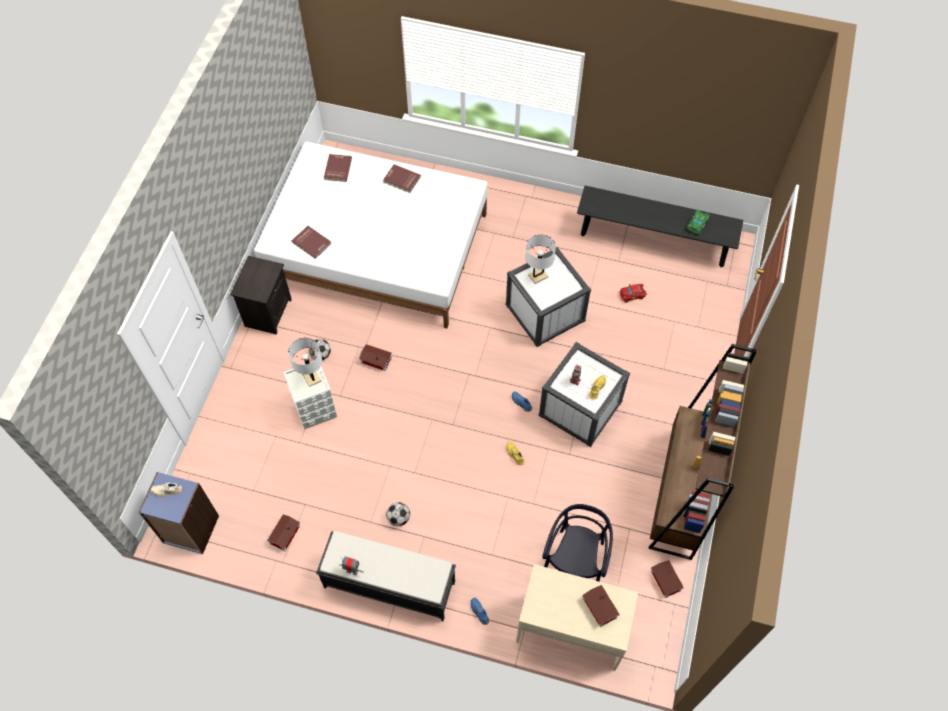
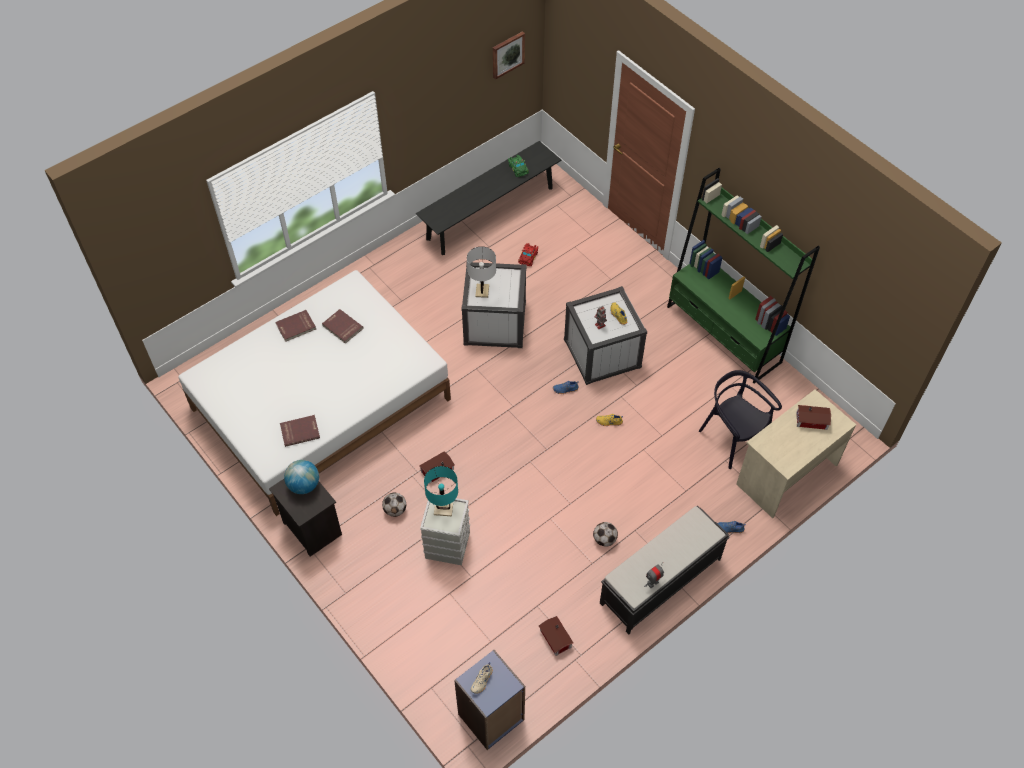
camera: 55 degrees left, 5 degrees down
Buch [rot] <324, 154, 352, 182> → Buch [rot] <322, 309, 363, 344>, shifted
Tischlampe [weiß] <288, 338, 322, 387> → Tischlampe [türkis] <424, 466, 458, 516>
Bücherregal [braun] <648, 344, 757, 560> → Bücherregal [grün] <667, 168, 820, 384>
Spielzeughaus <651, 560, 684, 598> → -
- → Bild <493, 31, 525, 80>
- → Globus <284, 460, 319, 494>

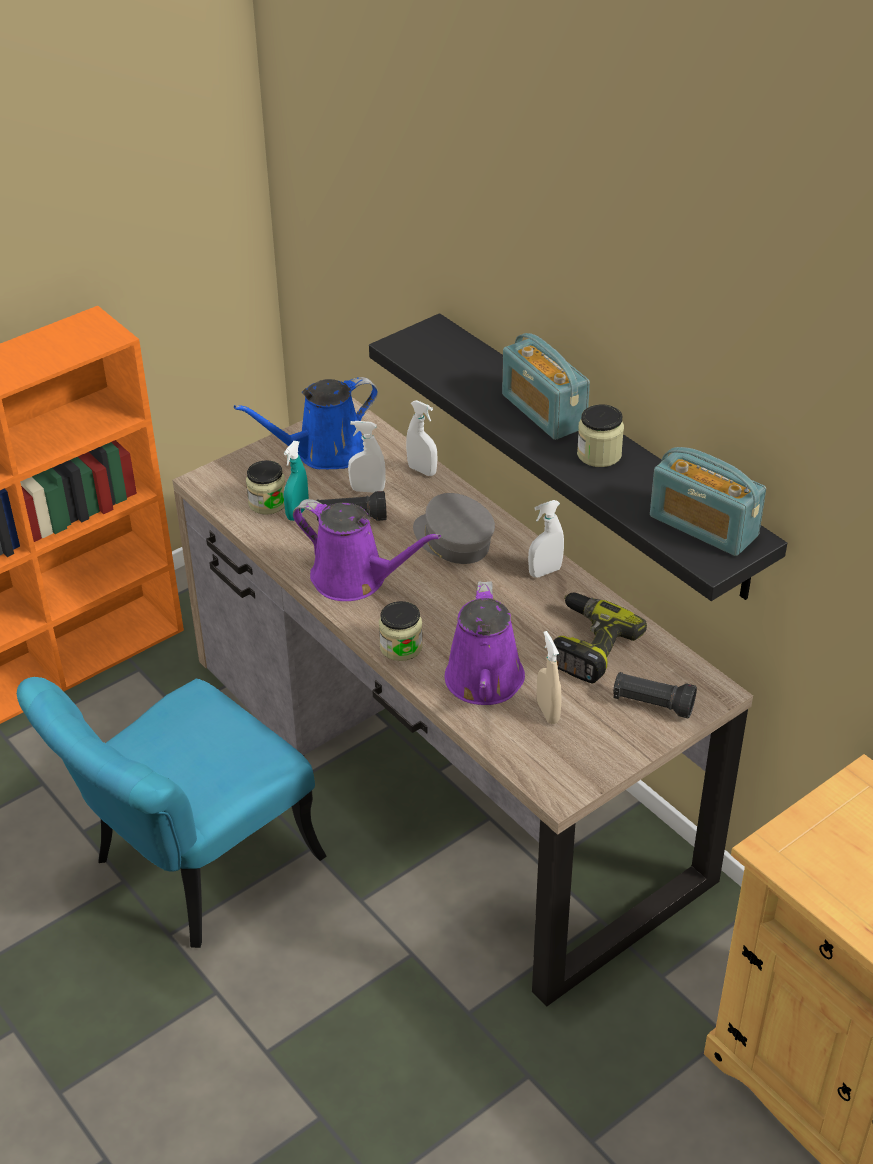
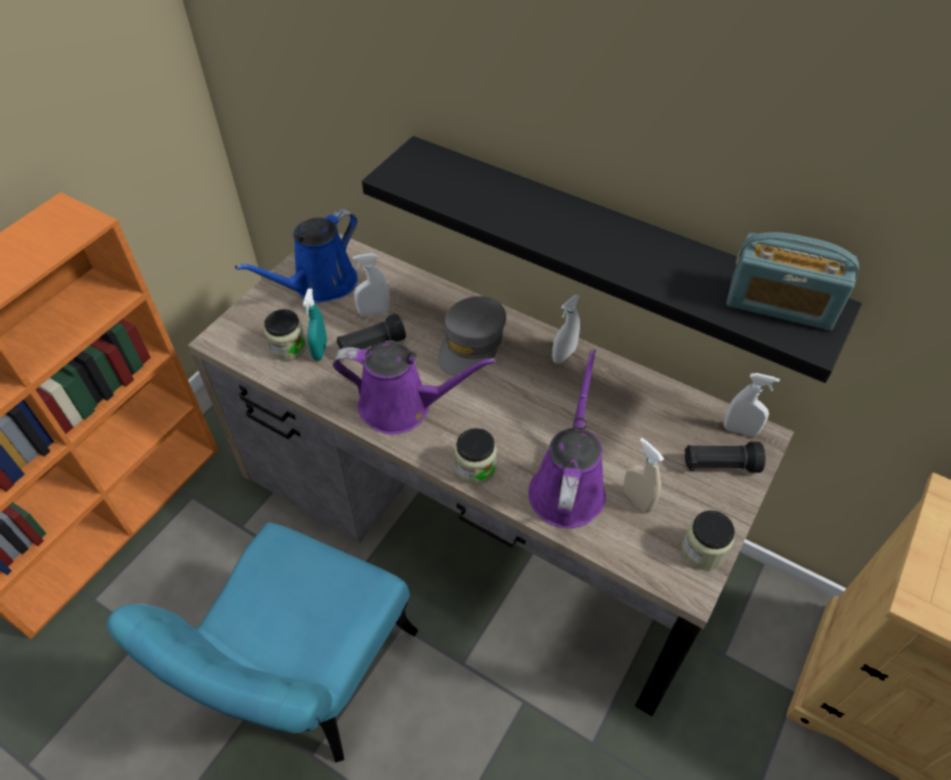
camera: 20 degrees left, 10 degrees up
Radio <502, 333, 590, 440> → -
Sprühflasche [weiß] <406, 400, 437, 476> → Sprühflasche [weiß] <724, 373, 780, 437>, shifted
Vorratsglas <577, 404, 624, 467> → Vorratsglas <681, 510, 735, 570>, shifted
Kappe [grau] <413, 493, 495, 564> → Kappe [grau] <438, 296, 506, 377>, 90 degrees counterclockwise
Gießkanne [lila] <445, 581, 525, 705> → Gießkanne [lila] <528, 349, 606, 528>, 150 degrees counterclockwise
Bohrmaschine <553, 592, 647, 683> → -

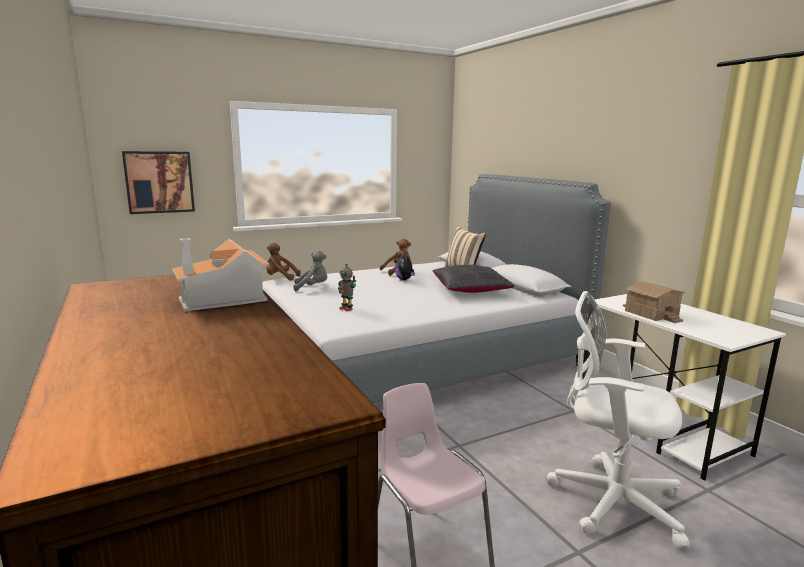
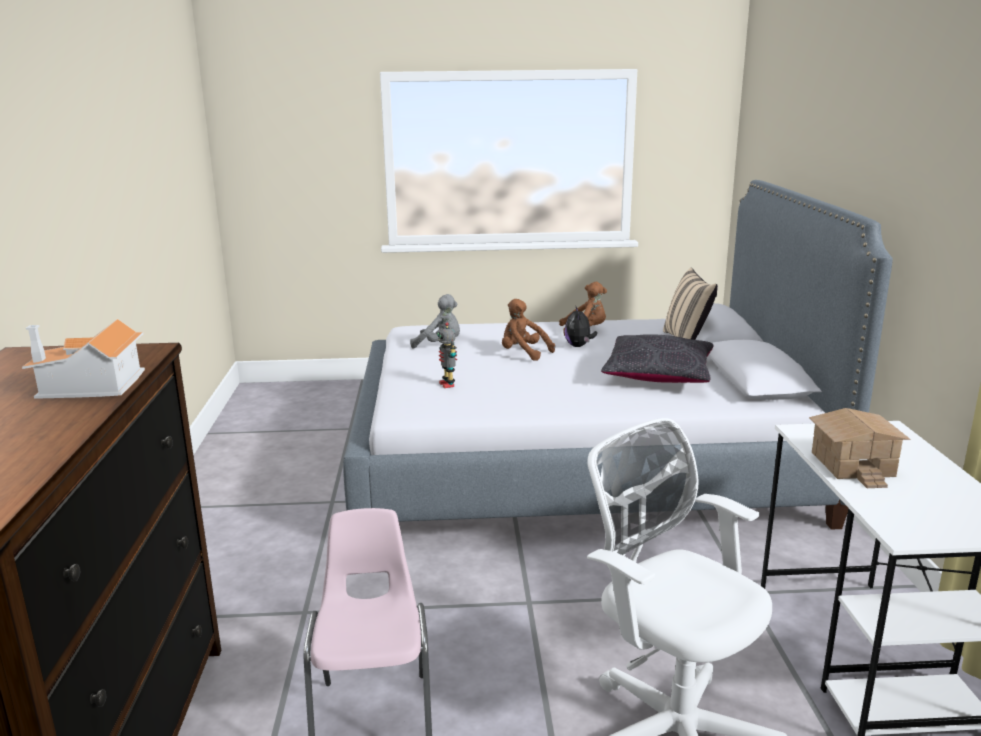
camera: 25 degrees right, 5 degrees up
Bild <122, 151, 195, 214> → -
Plüschtier [braun] <266, 243, 301, 281> → Plüschtier [braun] <502, 299, 555, 361>, shifted

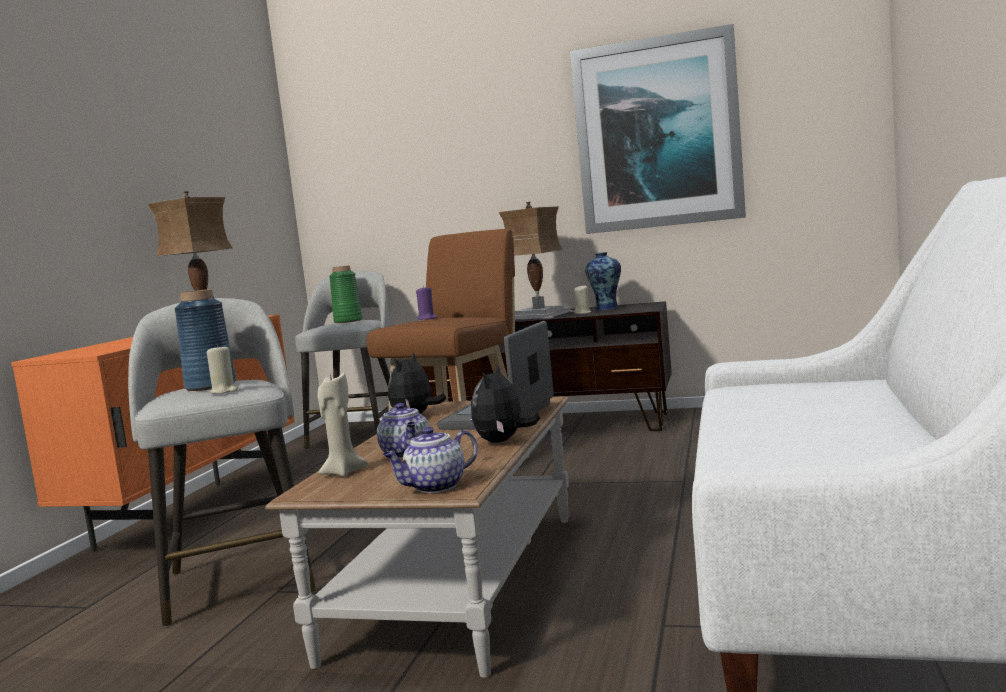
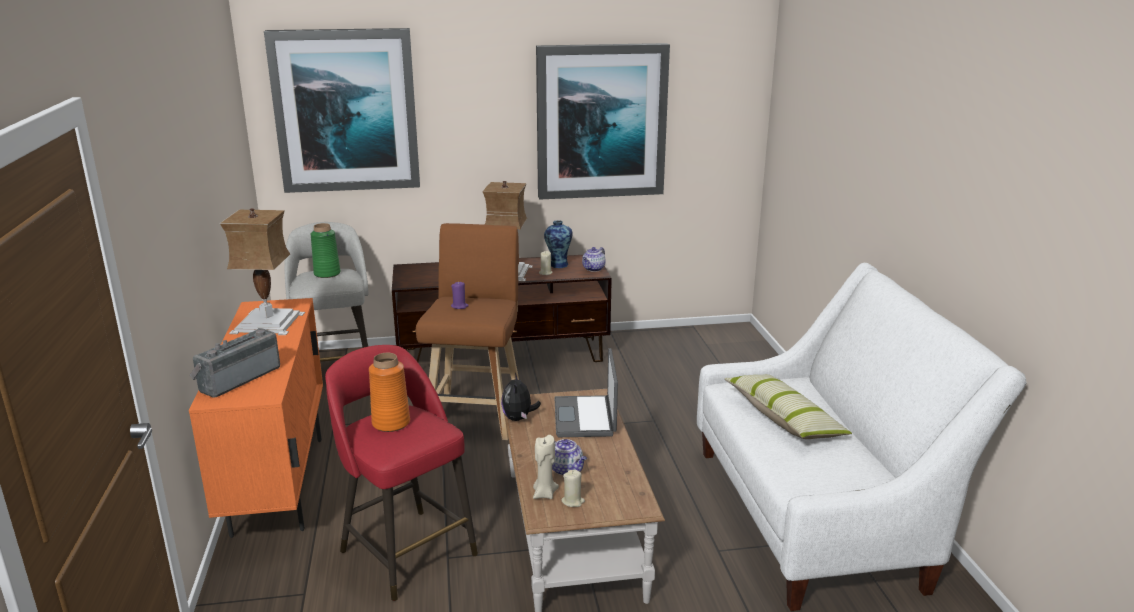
camera: 25 degrees left, 15 degrees up
Vase [blau] <175, 289, 236, 391> → Vase [orange] <369, 353, 410, 432>
Hocker [grau] <128, 298, 316, 627> → Hocker [rot] <325, 345, 478, 601>
Kerze [beige] <207, 344, 238, 394> → Kerze [beige] <561, 470, 585, 507>, shifted
Plüschtier <471, 364, 540, 443> → -
Teekanne <383, 427, 478, 493> → Teekanne <582, 247, 606, 272>, shifted
- → Bild <264, 28, 420, 193>
- → Radio <190, 328, 280, 397>
- → Kissen <724, 374, 852, 439>

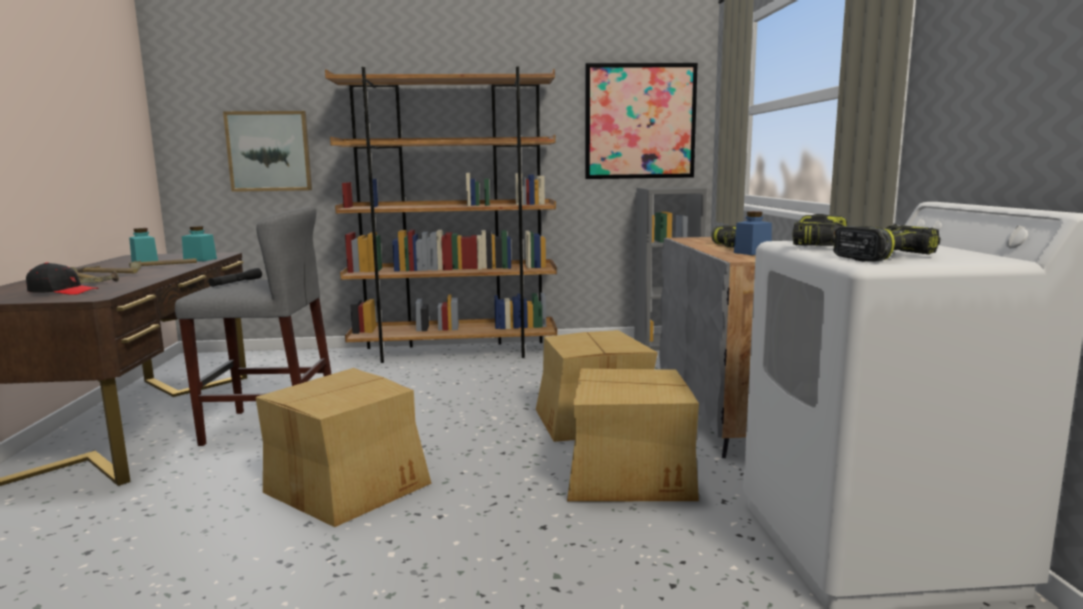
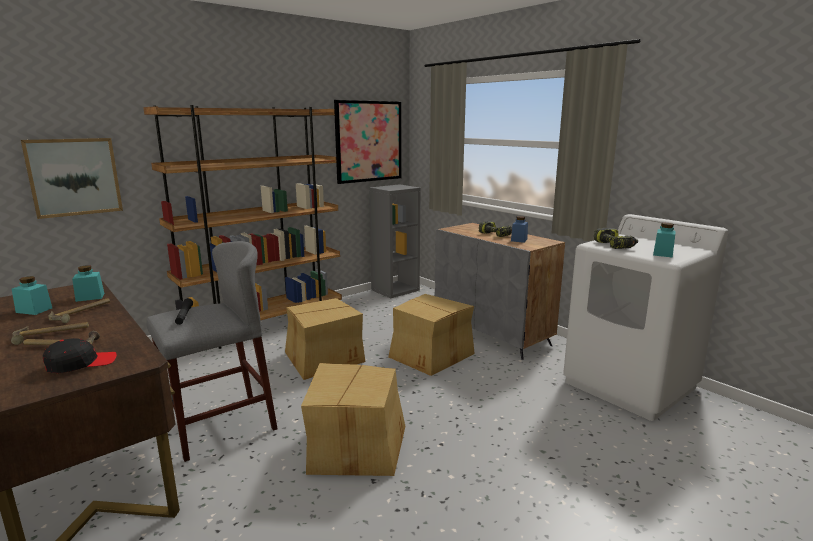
camera: 35 degrees left, 5 degrees up
Bohrmaschine <833, 224, 940, 262> → Vorratsglas [türkis] <653, 223, 676, 258>
Karton <567, 368, 699, 502> → Karton <285, 298, 365, 380>, shifted

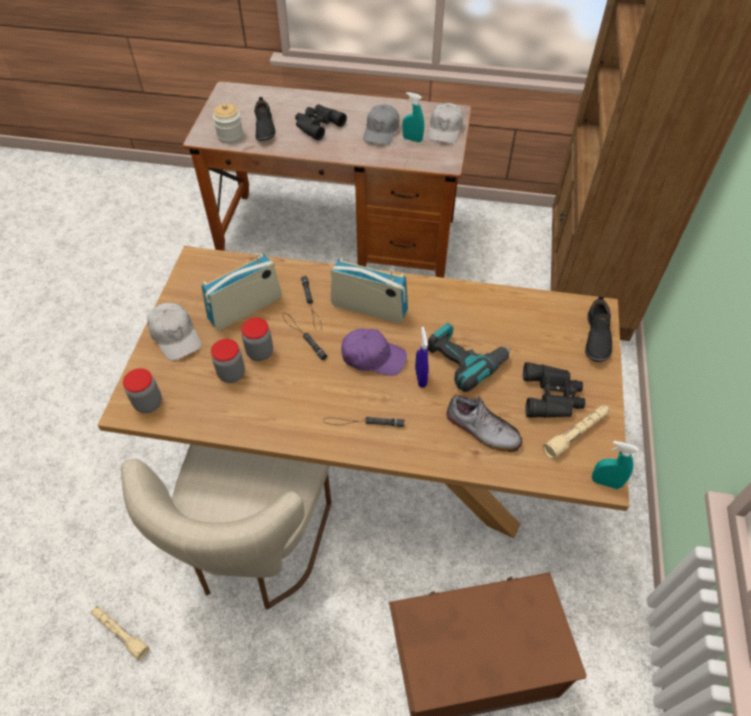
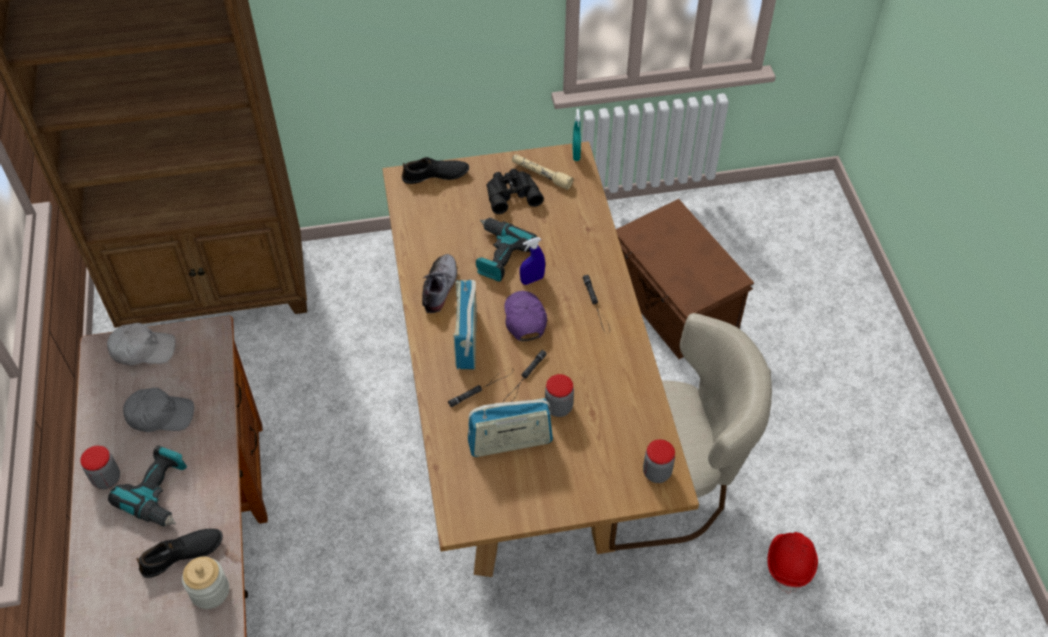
camera: 110 degrees left, 0 degrees up
Sprühflasche [türkis] <402, 92, 424, 142> → -
Fernglas [schwarz] <295, 104, 347, 141> → Bohrmaschine <108, 445, 187, 526>
Radio <201, 253, 282, 330> → Radio <468, 398, 553, 457>, 45 degrees counterclockwise
Kappe [weiß] <147, 303, 201, 361> → -
Vorratsglas <211, 339, 245, 383> → Vorratsglas <80, 446, 120, 489>, shifted
Schuh <446, 395, 522, 452> → Schuh <422, 254, 458, 313>, shifted
Taschenlampe [beige] <91, 606, 149, 660> → Schutzhelm [rot] <767, 532, 818, 594>

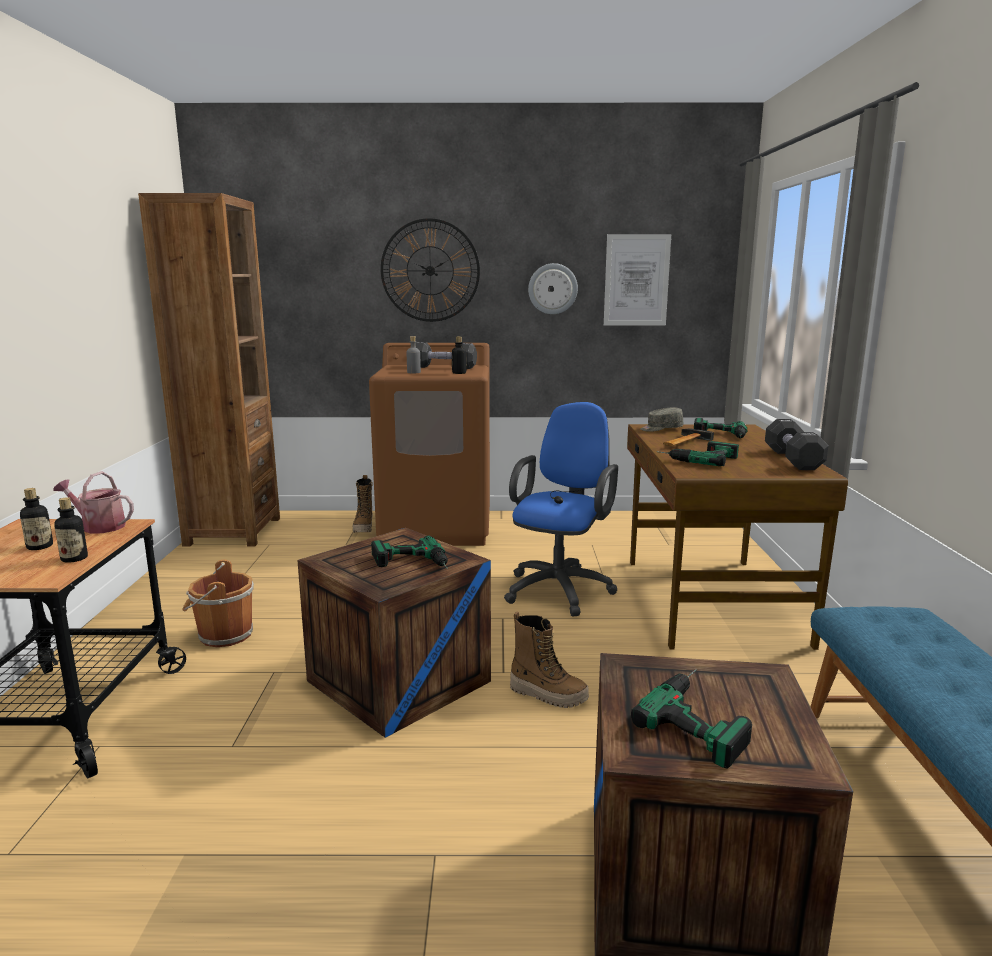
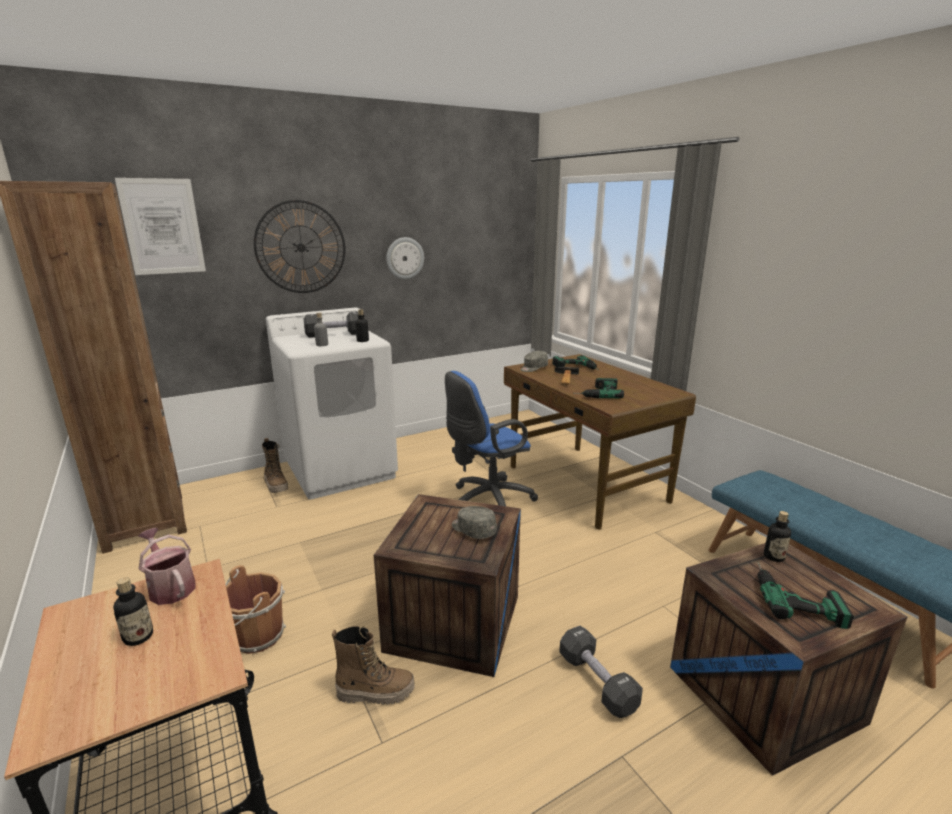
camera: 30 degrees left, 5 degrees up
Bild <604, 234, 671, 326> → Bild <115, 178, 206, 275>, shifted
Waschmaschine [braun] <369, 343, 490, 546> → Waschmaschine [weiß] <266, 307, 398, 500>
Bürostuhl [blau] <504, 402, 618, 616> → Bürostuhl [blau] <445, 371, 538, 506>, 120 degrees counterclockwise
Hantel [schwarz] <765, 419, 828, 470> → Hantel [schwarz] <559, 626, 643, 718>, shifted
Gießkanne <53, 471, 134, 534> → Gießkanne <138, 528, 196, 605>, 60 degrees clockwise
Flasche <54, 497, 88, 563> → Flasche <764, 511, 791, 562>, shifted
Bohrmaschine <371, 536, 448, 569> → Kappe [grau] <452, 506, 497, 539>
Stiefel <510, 611, 589, 708> → Stiefel <332, 626, 415, 704>, shifted

